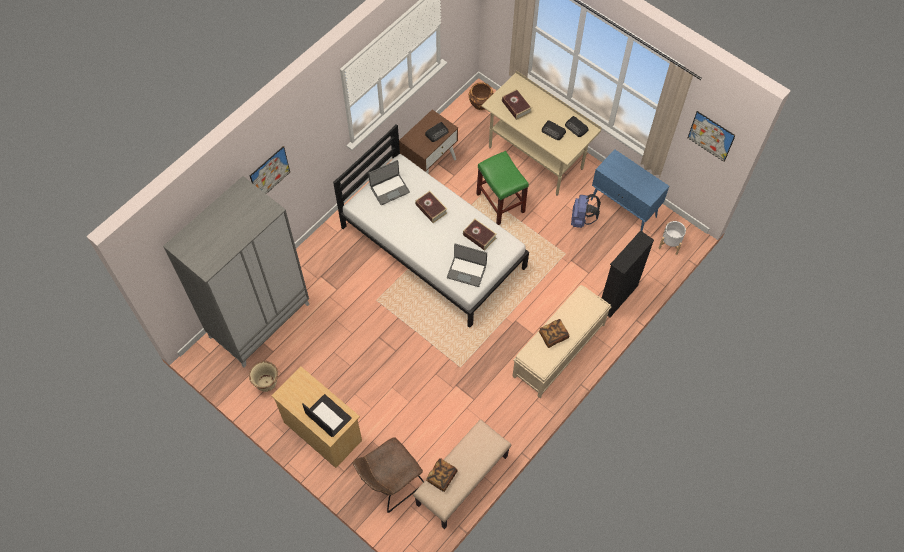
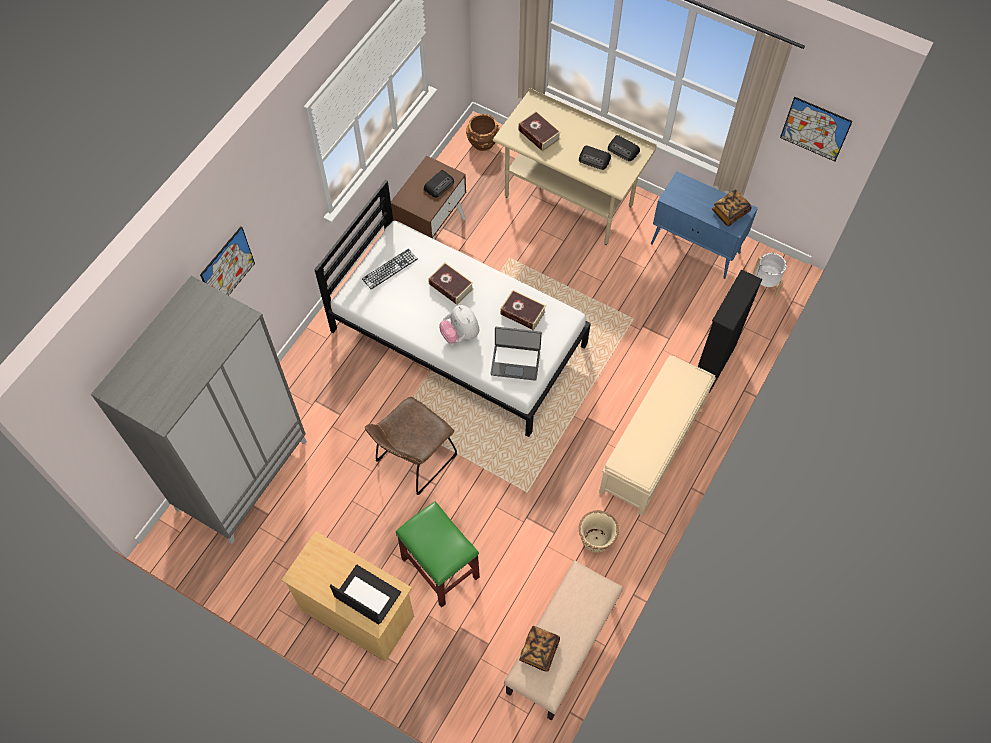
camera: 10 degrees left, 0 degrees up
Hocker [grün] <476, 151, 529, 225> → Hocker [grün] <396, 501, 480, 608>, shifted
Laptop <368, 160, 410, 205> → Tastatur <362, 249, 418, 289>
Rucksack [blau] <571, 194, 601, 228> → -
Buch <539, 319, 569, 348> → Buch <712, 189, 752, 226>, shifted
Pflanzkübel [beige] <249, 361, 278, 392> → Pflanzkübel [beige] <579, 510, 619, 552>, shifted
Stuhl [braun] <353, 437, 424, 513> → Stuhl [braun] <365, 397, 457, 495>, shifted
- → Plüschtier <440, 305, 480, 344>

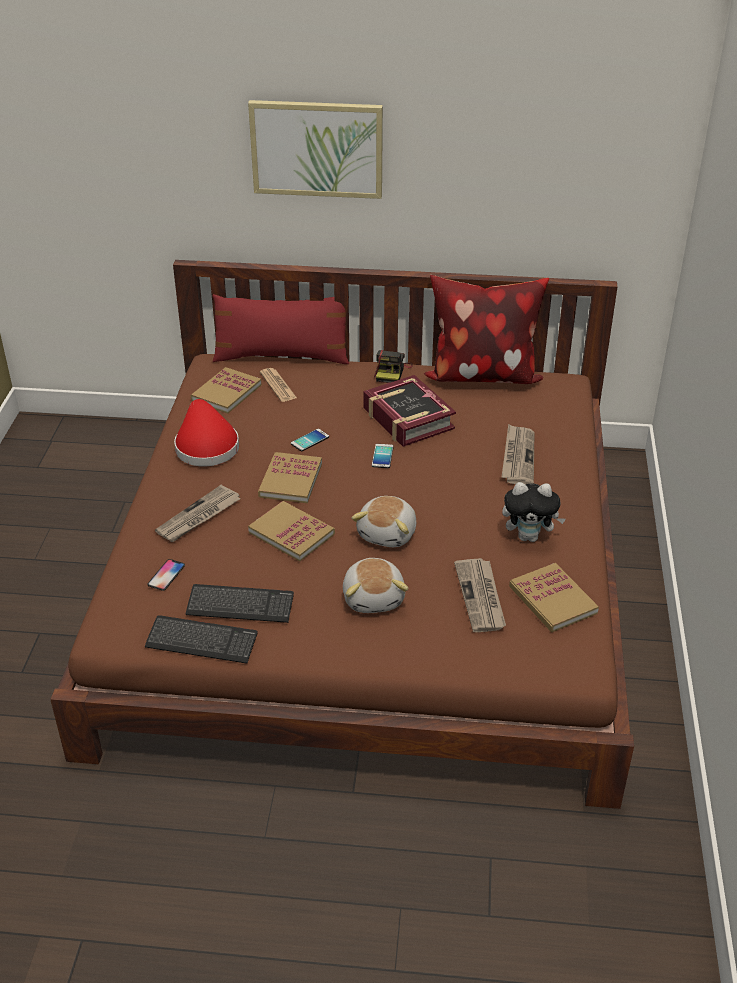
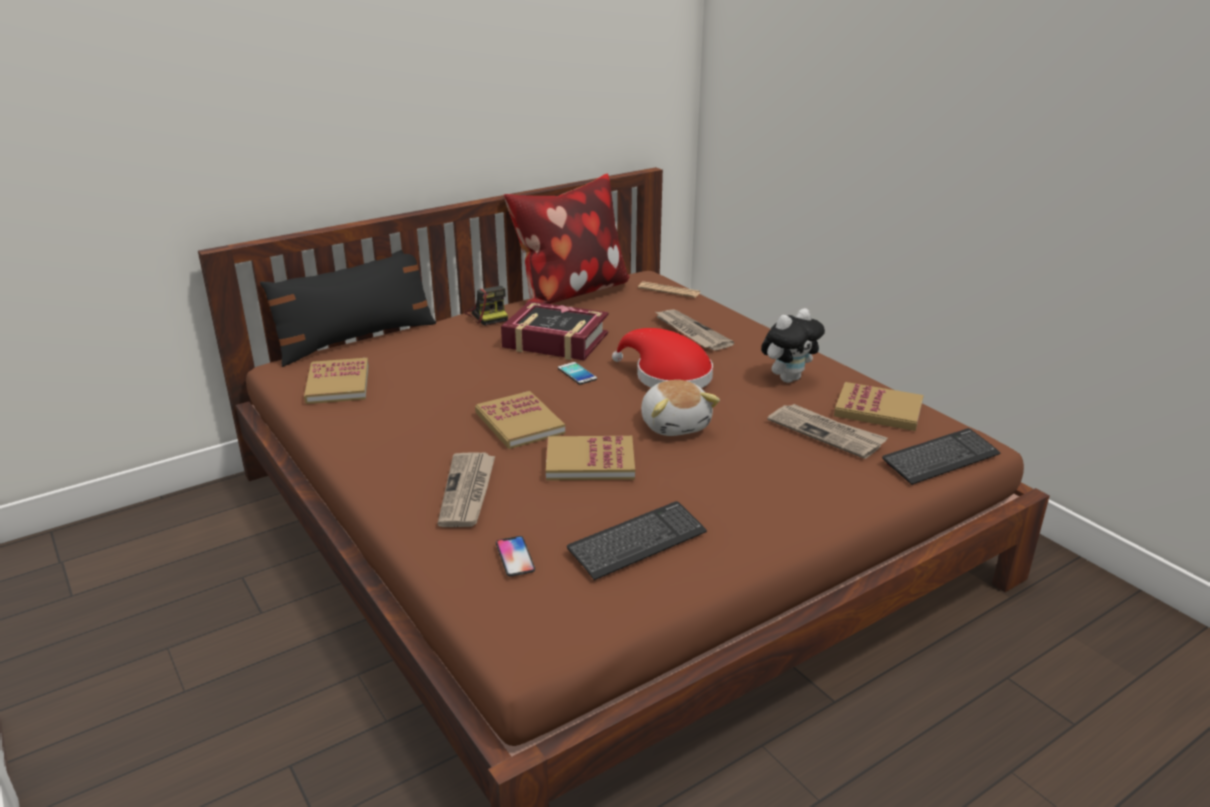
camera: 40 degrees left, 10 degrees down
Bild <248, 100, 383, 199> → -
Kissen [rot] <213, 294, 349, 364> → Kissen [schwarz] <260, 250, 436, 367>
Zeitung <260, 368, 297, 402> → Zeitung <638, 281, 700, 298>, shifted
Hut [rot] <174, 399, 239, 466> → Hut [rot] <612, 328, 713, 388>, shifted
Handy <291, 429, 329, 451> → -
Plüschtier <343, 558, 409, 613> → -
Tastatur <145, 615, 258, 663> → Tastatur <882, 428, 1000, 485>, shifted

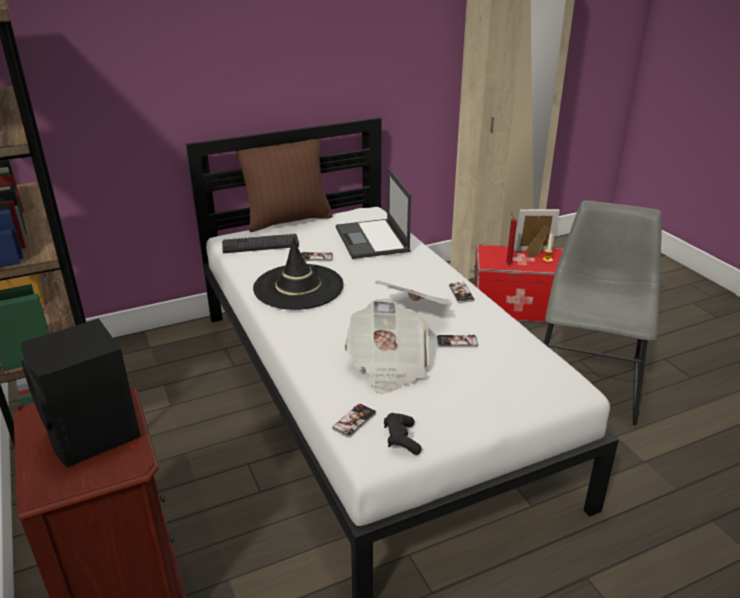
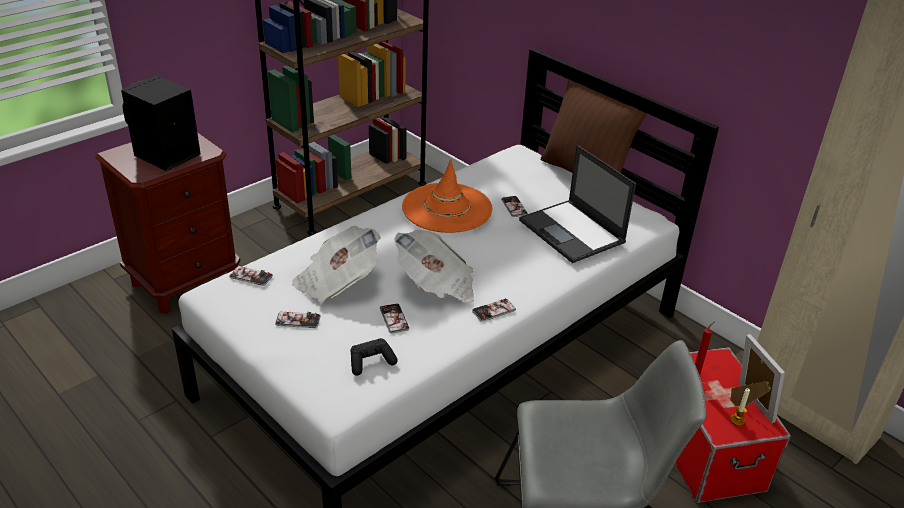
camera: 70 degrees right, 5 degrees up
Laptop <336, 168, 411, 259> → Laptop <519, 145, 636, 263>, 90 degrees counterclockwise
Tastatur <222, 234, 299, 253> → -
Hut [schwarz] <253, 237, 344, 310> → Hut [orange] <402, 159, 493, 233>
Gamepad [schwarz] <384, 413, 422, 455> → Gamepad [schwarz] <350, 338, 397, 376>, shifted
- → Handy <275, 311, 321, 328>

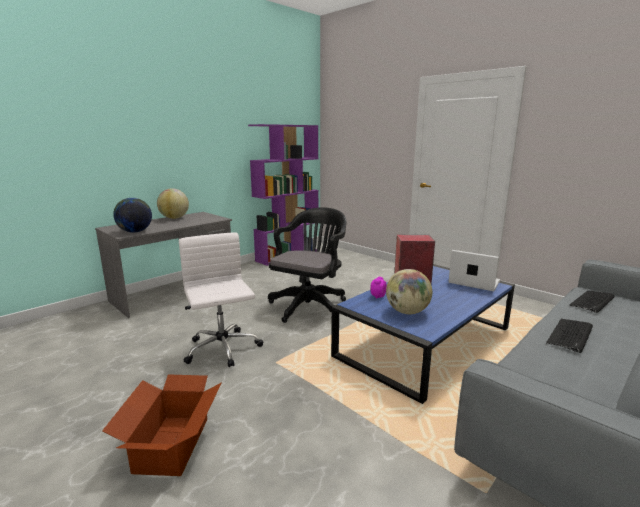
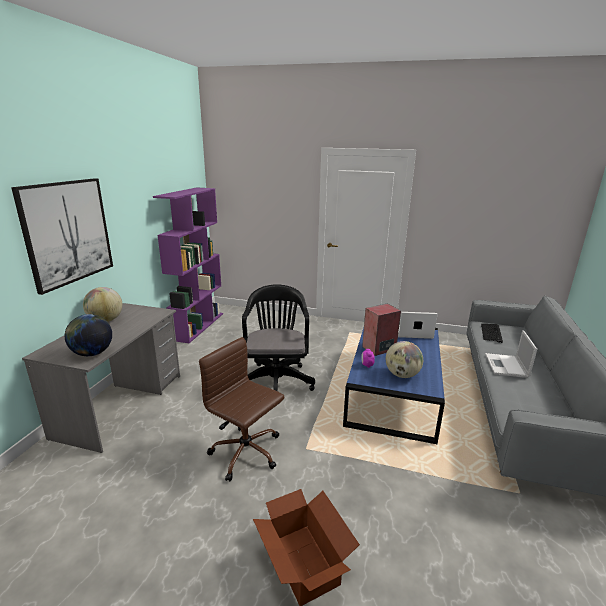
camera: 30 degrees left, 5 degrees up
Bürostuhl [weiß] <179, 232, 263, 367> → Bürostuhl [braun] <199, 337, 285, 481>
Tastatur <546, 319, 593, 353> → Laptop <485, 330, 537, 378>
- → Bild <11, 178, 113, 295>

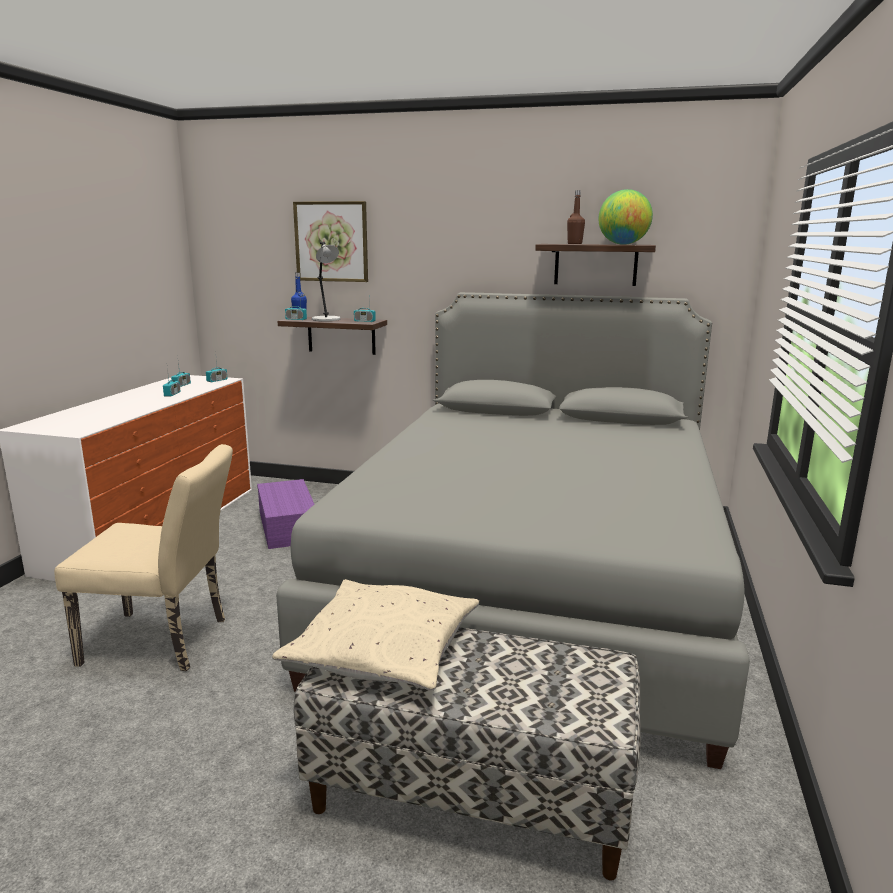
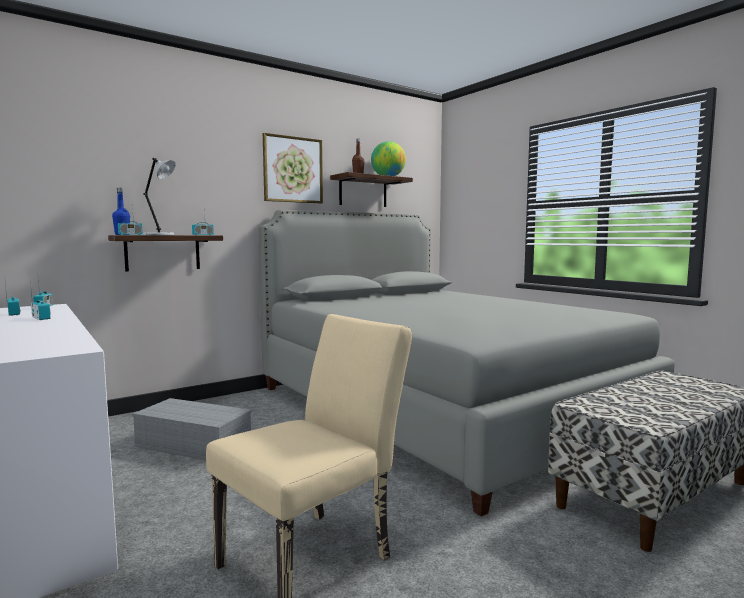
camera: 50 degrees left, 10 degrees down
Bild <293, 201, 368, 282> → Bild <263, 133, 323, 203>, shifted
Aufbewahrungsbox [lila] <257, 479, 314, 549> → Aufbewahrungsbox [grau] <132, 398, 252, 460>
Kissen [beige] <272, 579, 479, 691> → -

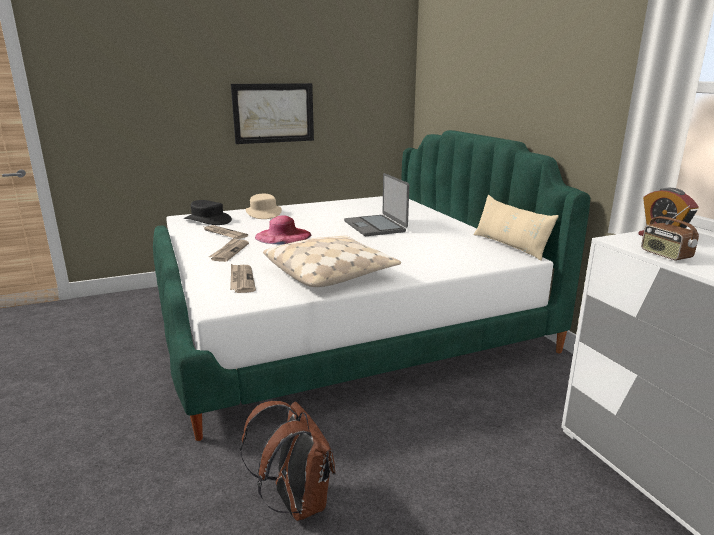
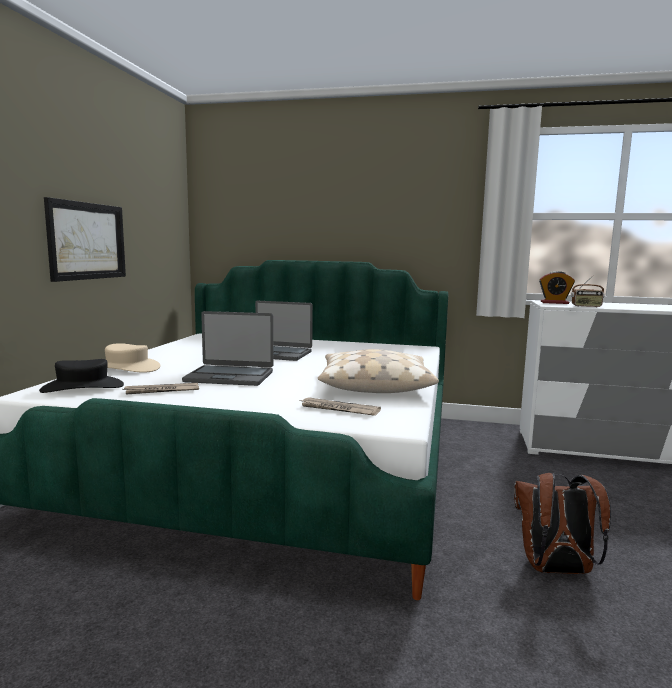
camera: 55 degrees left, 10 degrees down
Kissen [beige] <473, 195, 559, 261> → -
Hut [rosa] <255, 215, 311, 244> → Laptop <182, 311, 273, 386>
Zeitung <209, 238, 249, 262> → -

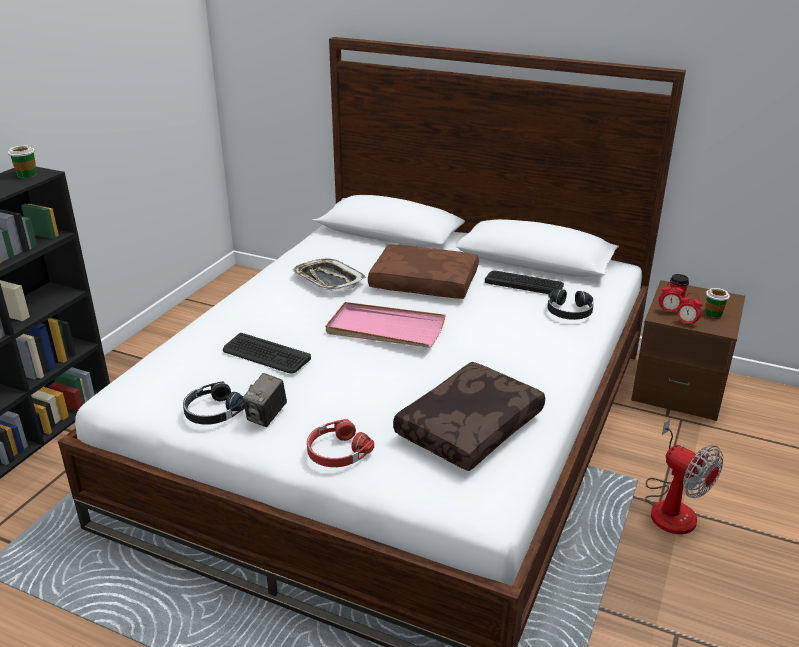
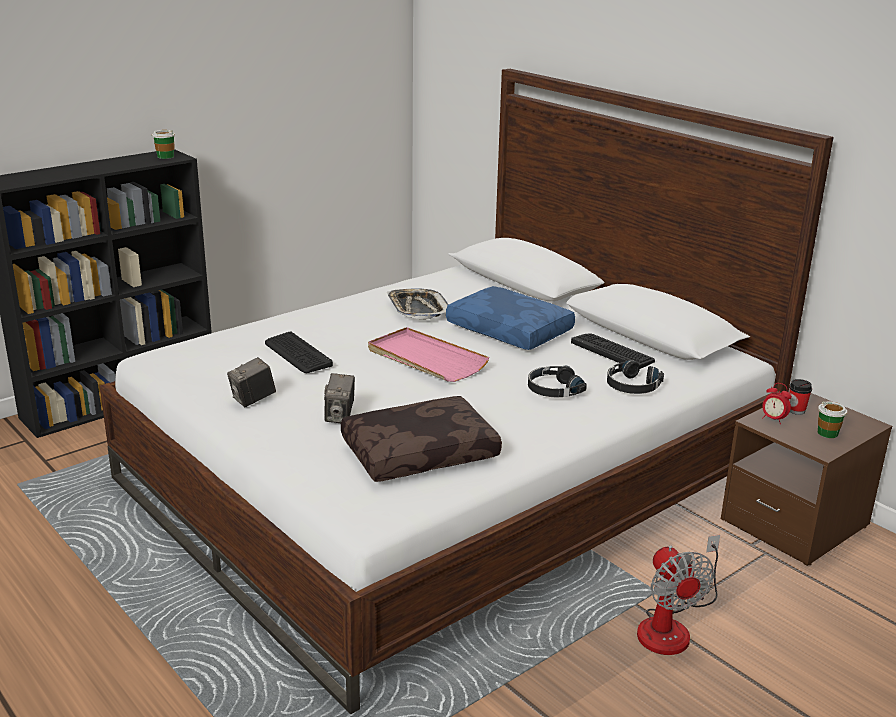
camera: 25 degrees right, 5 degrees down
Kissen [braun] <368, 244, 479, 299> → Kissen [blau] <446, 286, 575, 350>
Wecker <677, 293, 703, 328> → -
Kopfhörer [schwarz] <183, 382, 245, 425> → Kopfhörer [schwarz] <528, 366, 587, 397>, shifted
Kopfhörer [rot] <307, 419, 374, 467> → -
- → Kamera <324, 373, 355, 423>

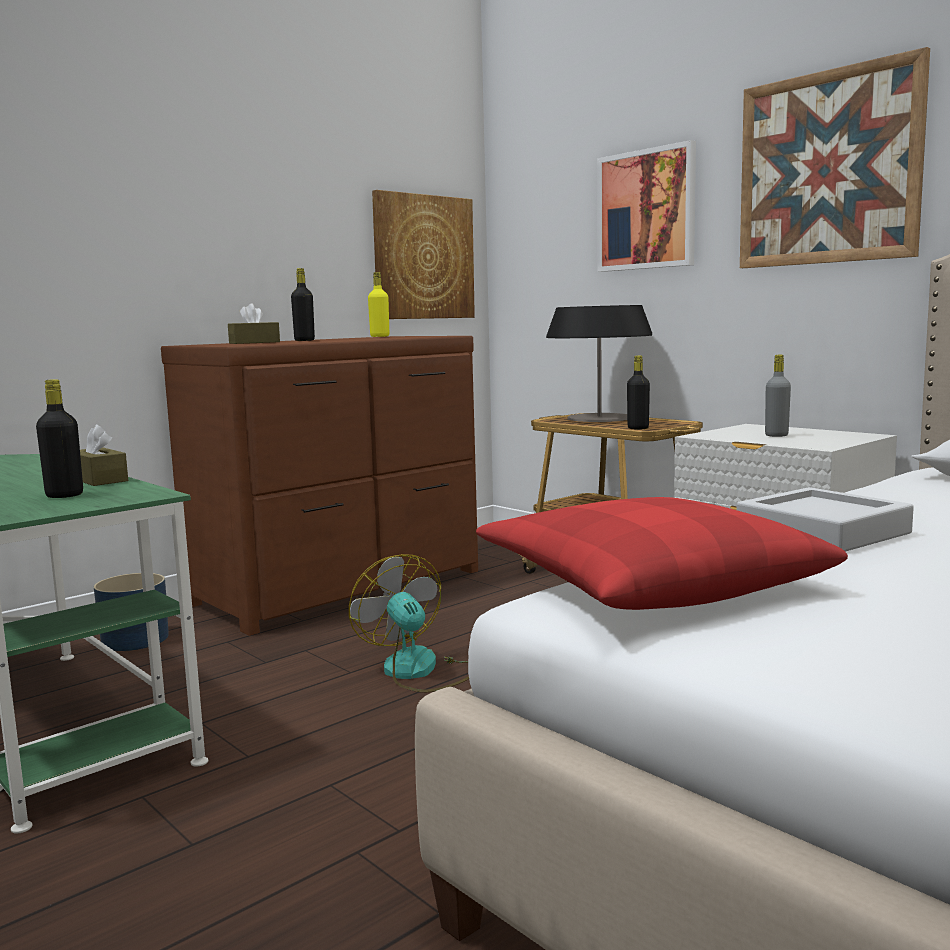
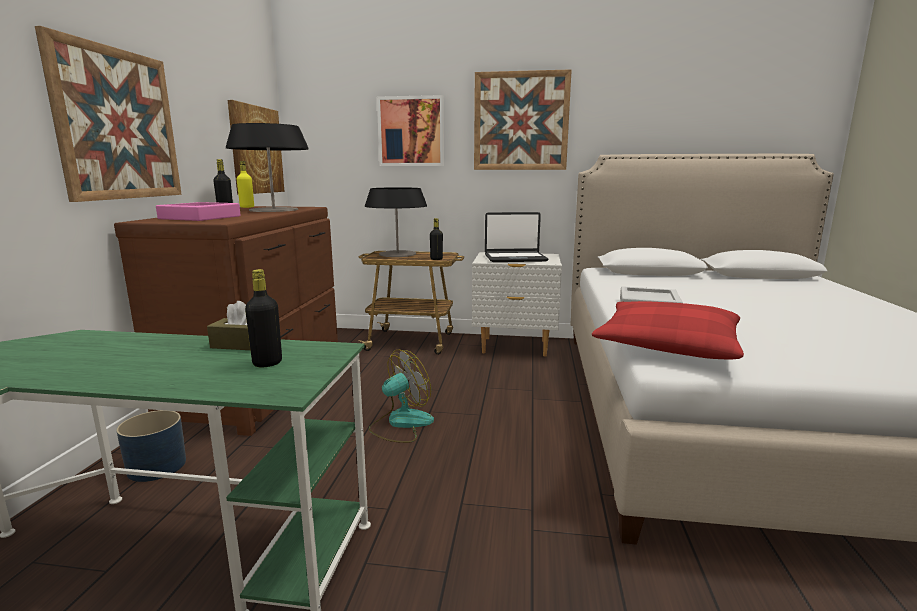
camera: 40 degrees left, 5 degrees up
Taschentuchbox [braun] <228, 303, 280, 344> → Tablett [rosa] <156, 202, 241, 221>
Flasche [grau] <765, 355, 791, 437> → Laptop <485, 212, 548, 262>
Ventilator <349, 554, 469, 692> → Ventilator <369, 350, 434, 443>, 120 degrees clockwise
- → Bild <35, 26, 182, 202>
- → Tischlampe <226, 123, 309, 212>

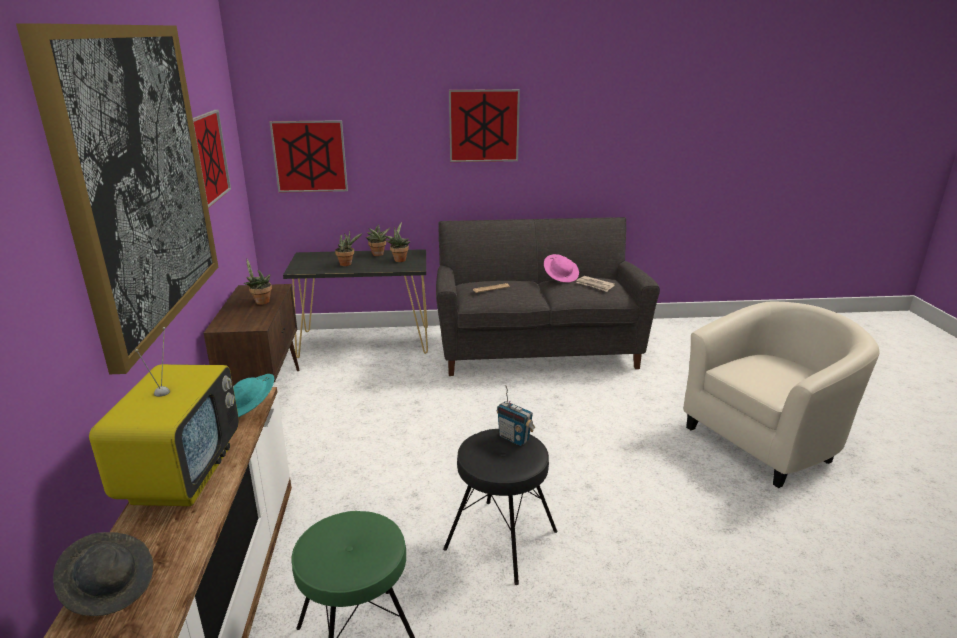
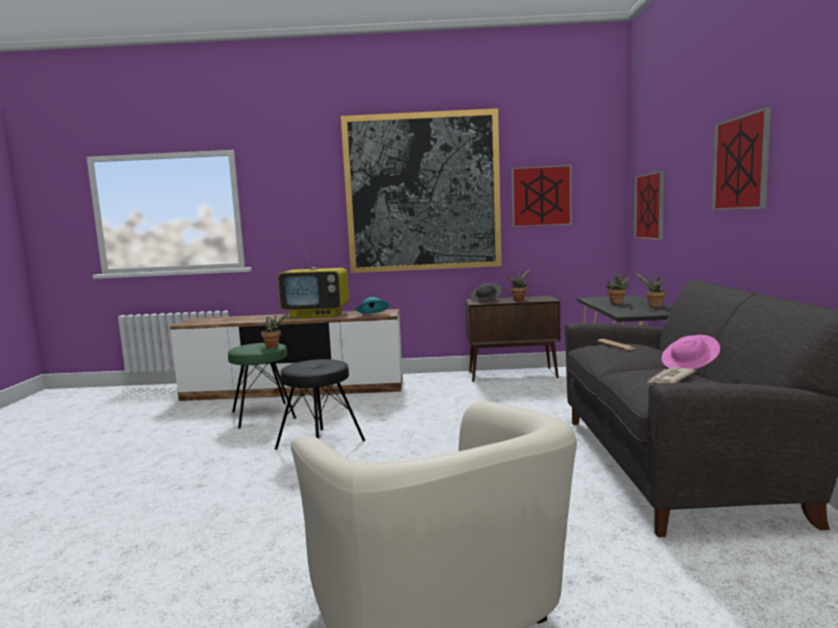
camera: 95 degrees right, 15 degrees down
Topfpflanze <385, 222, 410, 262> → Topfpflanze <261, 311, 290, 348>, shifted
Radio <497, 385, 535, 446> → -
Hut [grau] <53, 532, 153, 616> → Hut [grau] <471, 283, 502, 303>, shifted

